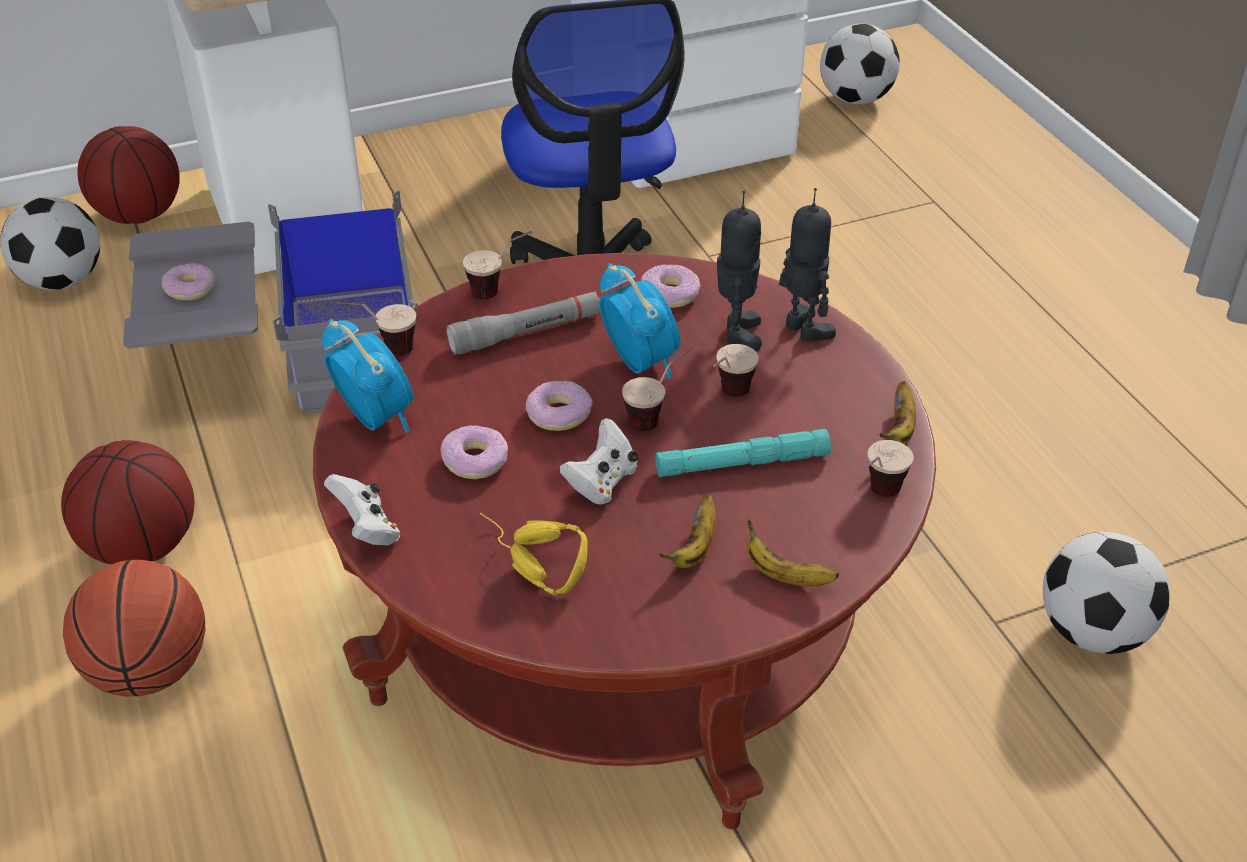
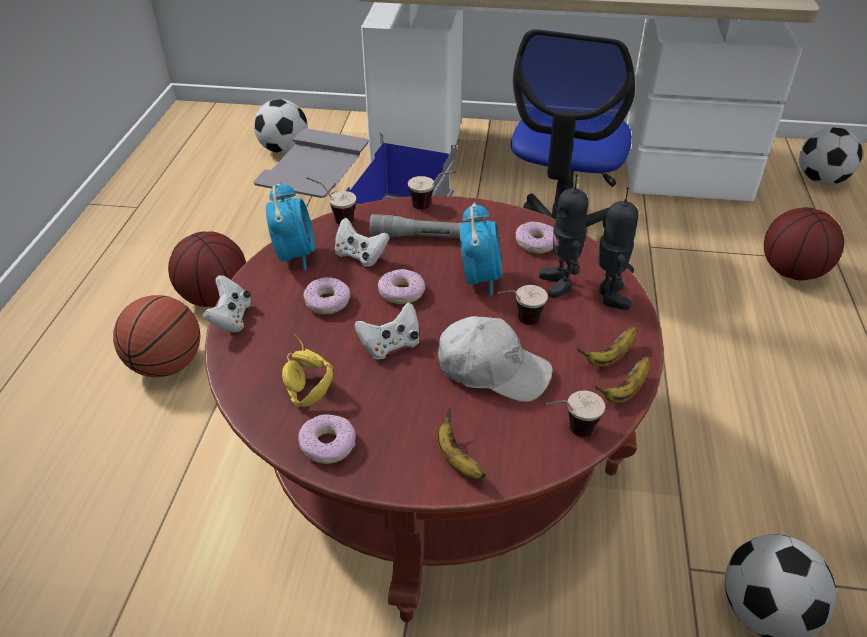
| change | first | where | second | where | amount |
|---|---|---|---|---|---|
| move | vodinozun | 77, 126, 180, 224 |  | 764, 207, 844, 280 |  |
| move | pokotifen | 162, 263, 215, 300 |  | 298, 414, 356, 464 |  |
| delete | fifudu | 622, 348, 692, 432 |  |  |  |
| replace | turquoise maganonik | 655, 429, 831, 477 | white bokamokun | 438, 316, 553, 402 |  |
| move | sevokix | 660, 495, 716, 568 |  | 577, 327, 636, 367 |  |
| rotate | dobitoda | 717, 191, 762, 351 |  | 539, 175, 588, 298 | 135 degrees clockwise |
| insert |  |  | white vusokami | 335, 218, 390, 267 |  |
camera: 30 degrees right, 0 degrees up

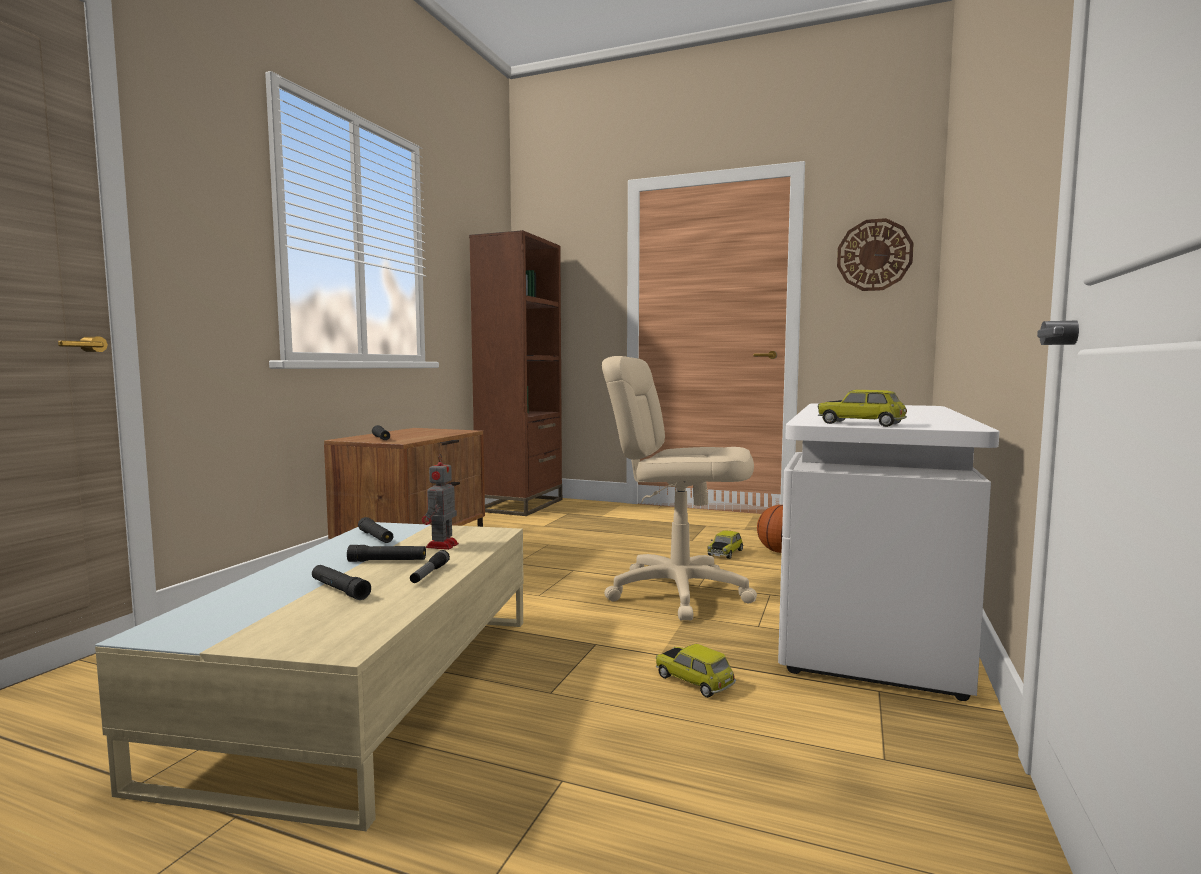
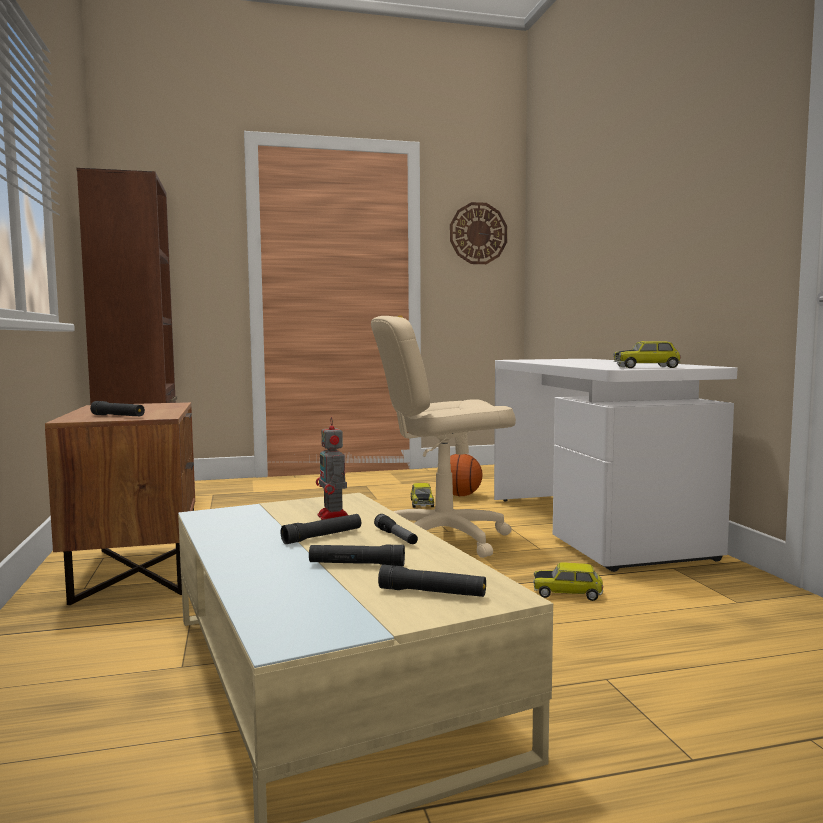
| change | first | where | second | where | amount |
|---|---|---|---|---|---|
| move | black maganonik | 358, 517, 393, 543 |  | 378, 565, 486, 597 |  |
camera: 35 degrees left, 0 degrees up

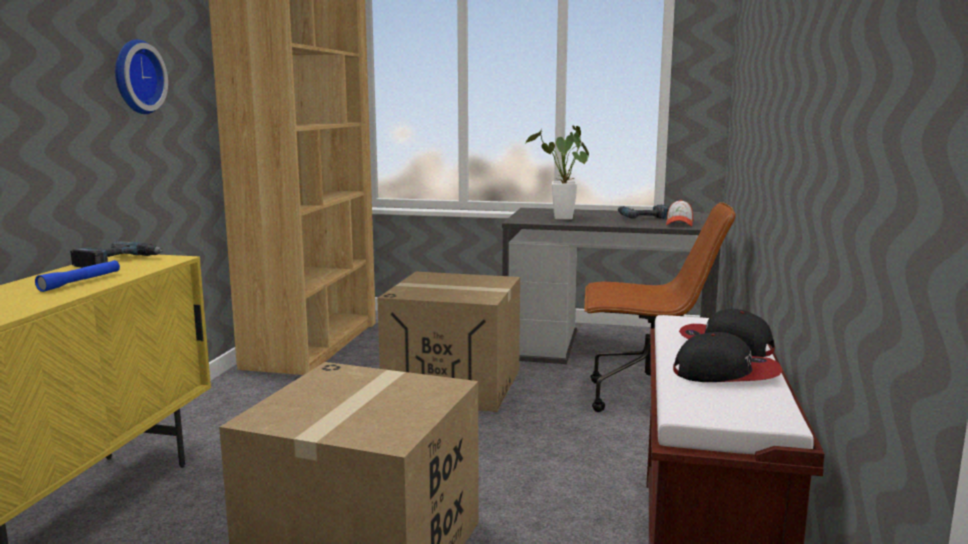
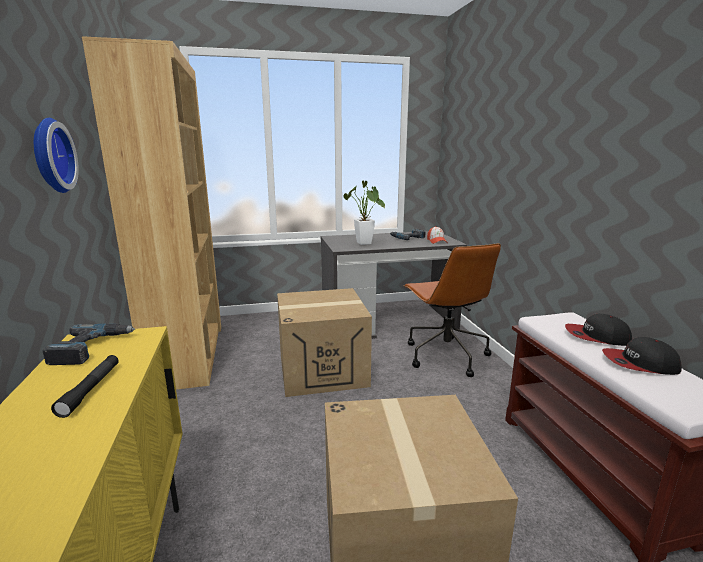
| change | first | where | second | where | amount |
|---|---|---|---|---|---|
| recolor | blue maganonik | 35, 260, 120, 292 | black maganonik | 51, 355, 119, 418 |  |
| rotate | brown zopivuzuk | 584, 202, 735, 412 |  | 403, 243, 501, 377 | 90 degrees clockwise |
| rotate | bokamokun | 673, 332, 783, 382 |  | 602, 337, 682, 375 | 150 degrees counterclockwise |
camera: 25 degrees left, 5 degrees up

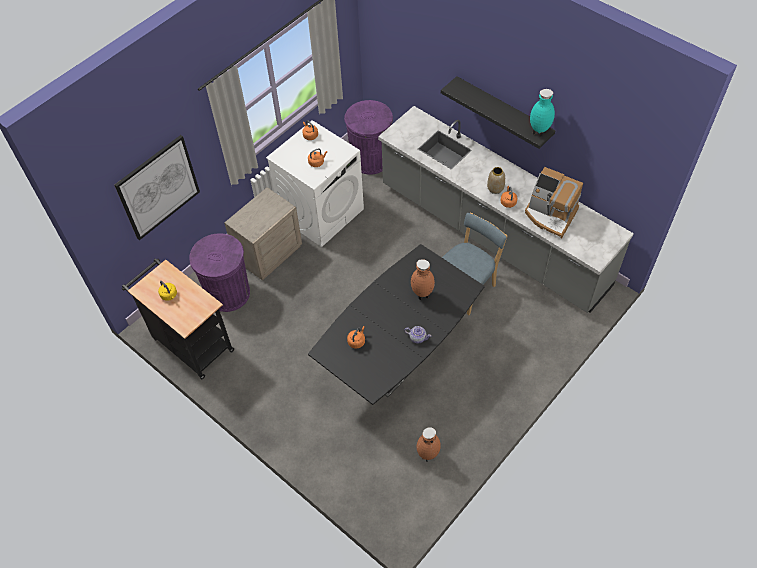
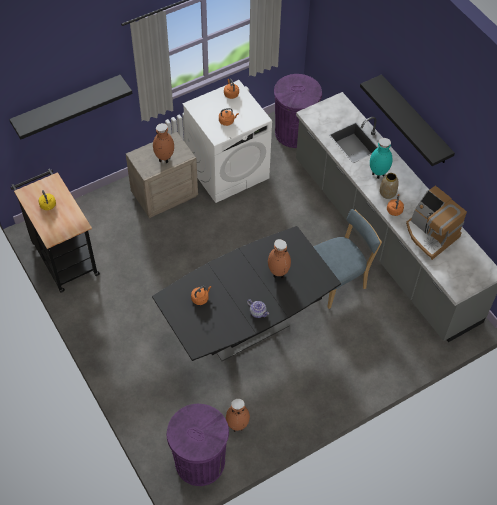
| change | first | where | second | where | amount |
|---|---|---|---|---|---|
| replace | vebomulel | 114, 135, 200, 240 | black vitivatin | 9, 75, 133, 139 |  |
| move | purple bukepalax | 189, 233, 250, 312 |  | 167, 404, 229, 486 |  |
| move | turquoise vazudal | 530, 89, 555, 137 |  | 370, 138, 393, 179 |  |
| insert |  |  | brown vazudal | 153, 123, 174, 163 |  |
camera: 15 degrees right, 0 degrees up

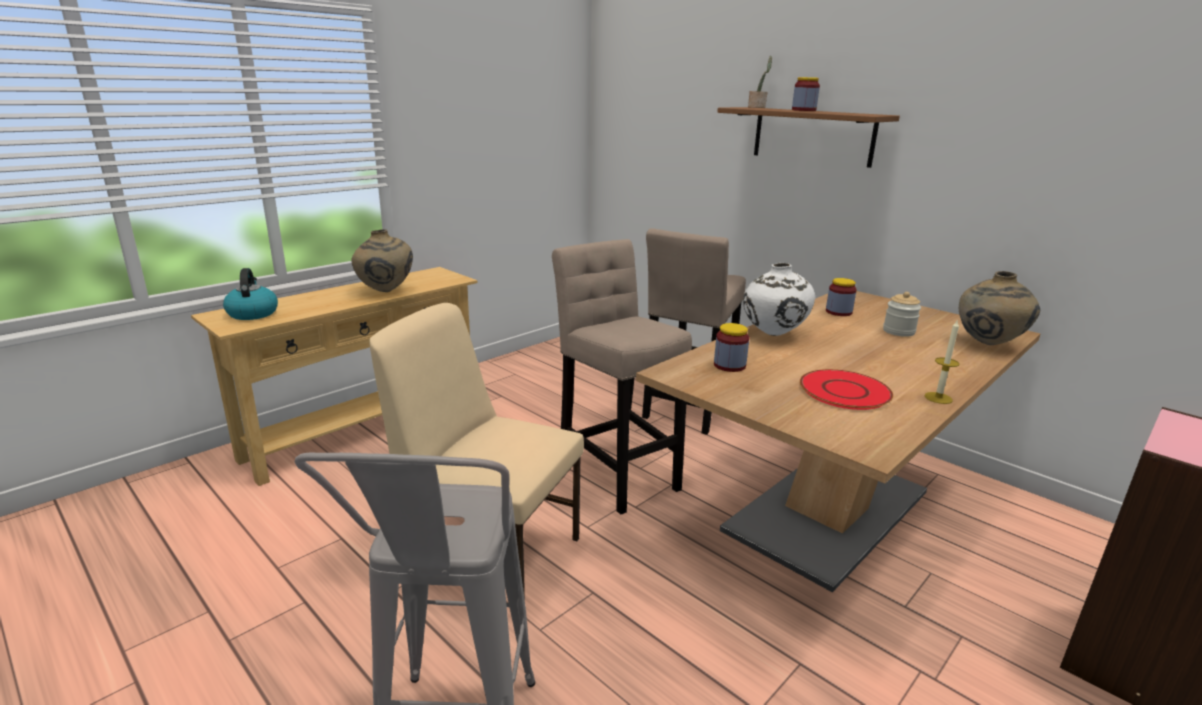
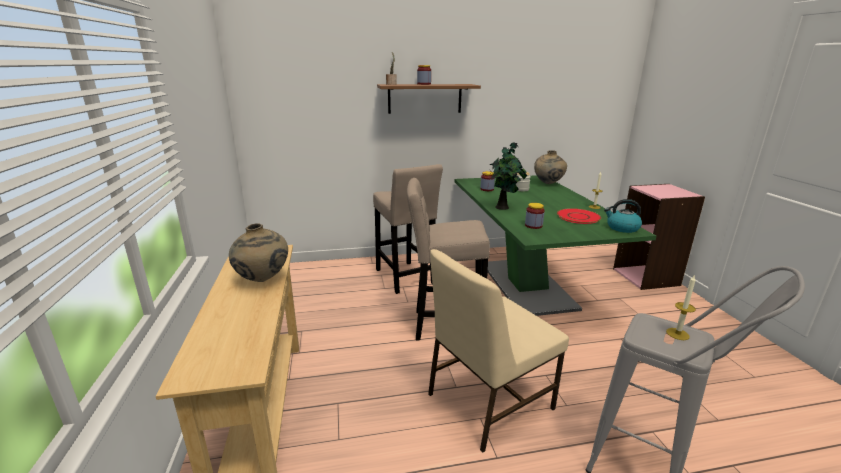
| change | first | where | second | where | amount |
|---|---|---|---|---|---|
| move | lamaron | 223, 268, 278, 320 |  | 604, 199, 642, 233 |  |
| recolor | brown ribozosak | 636, 291, 1040, 592 | green ribozosak | 455, 175, 656, 316 |  |
| replace | white vazudal | 743, 263, 815, 336 | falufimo | 489, 143, 527, 210 |  |
| insert |  |  | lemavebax | 666, 276, 696, 340 |  |
camera: 55 degrees left, 0 degrees up

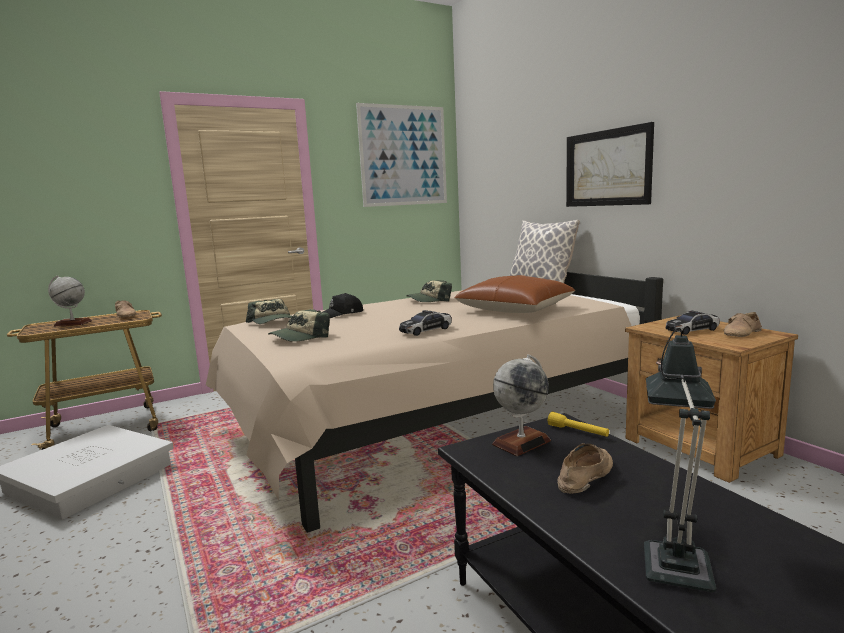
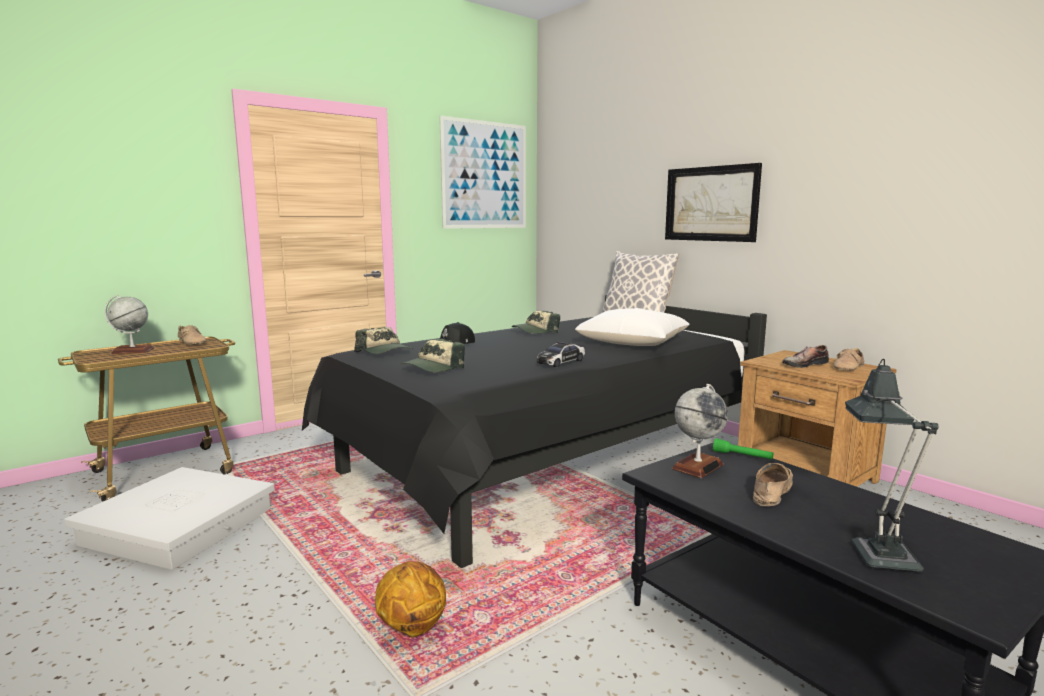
| change | first | where | second | where | amount |
|---|---|---|---|---|---|
| recolor | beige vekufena | 206, 272, 663, 533 | black vekufena | 302, 295, 767, 568 |  |
| recolor | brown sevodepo | 454, 275, 575, 313 | white sevodepo | 575, 308, 690, 346 |  |
| recolor | yellow maganonik | 548, 412, 609, 437 | green maganonik | 713, 438, 773, 459 |  |
| replace | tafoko | 666, 311, 720, 335 | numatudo | 782, 345, 829, 368 |  |
| insert |  |  | vodinozun | 375, 561, 446, 638 |  |
camera: 10 degrees left, 0 degrees up

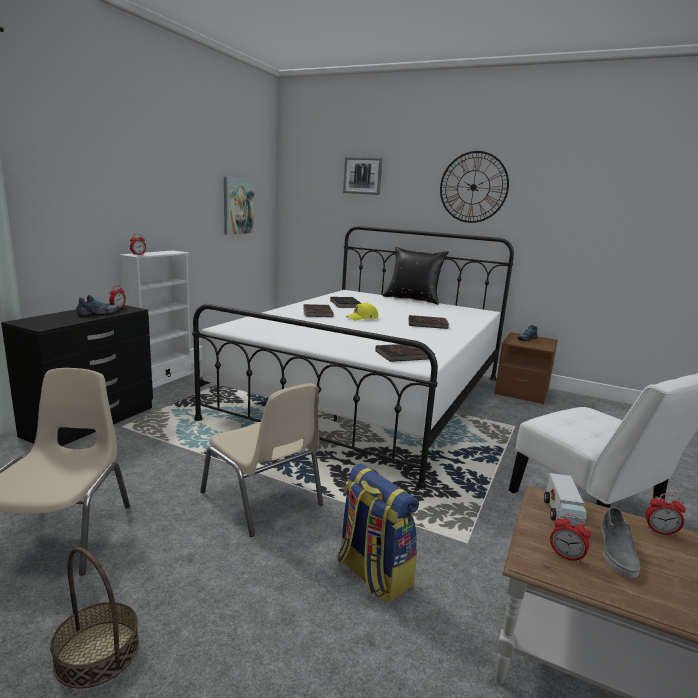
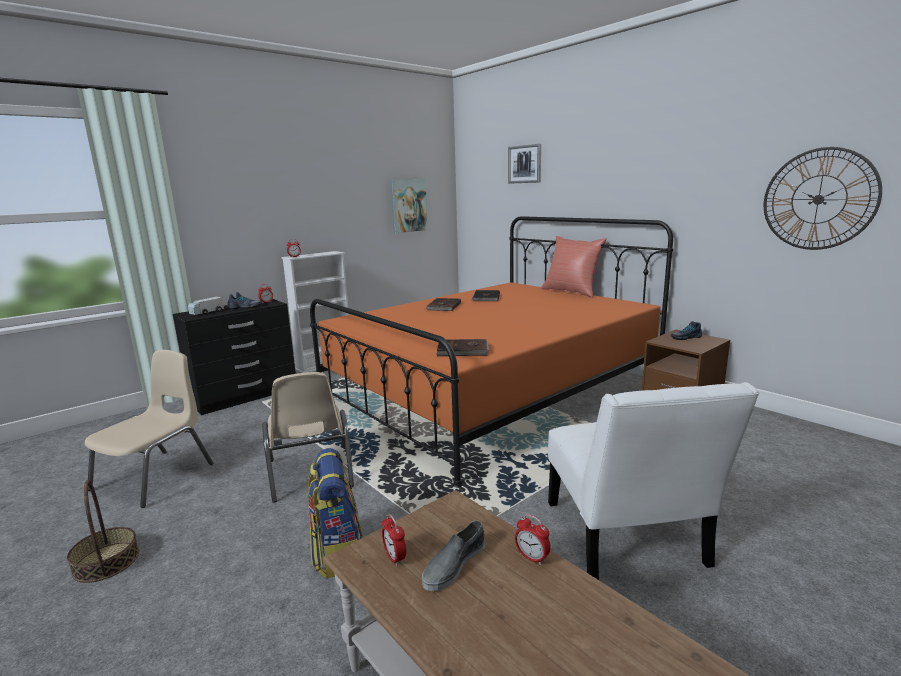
| change | first | where | second | where | amount |
|---|---|---|---|---|---|
| recolor | white vekufena | 192, 226, 514, 490 | orange vekufena | 310, 216, 673, 487 |  |
| delete | yellow bokamokun | 346, 303, 378, 321 |  |  |  |
| recolor | black sevodepo | 383, 247, 449, 305 | red sevodepo | 541, 236, 607, 298 |  |
| delete | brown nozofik | 408, 315, 449, 329 |  |  |  |
| move | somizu | 440, 151, 509, 223 |  | 764, 147, 882, 250 |  |
| move | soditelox | 544, 473, 586, 526 |  | 188, 297, 224, 315 |  |
camera: 25 degrees right, 0 degrees up

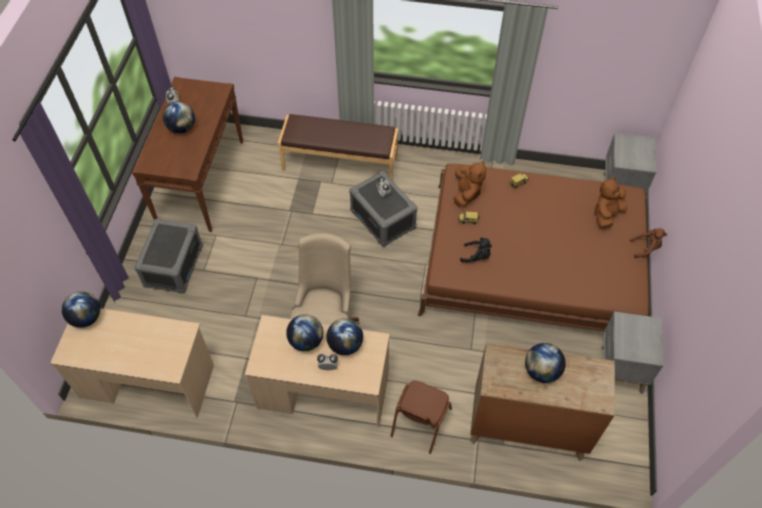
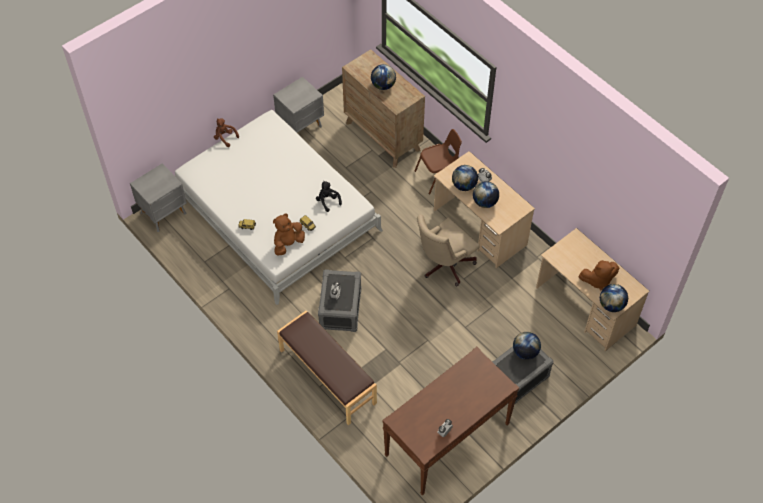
| change | first | where | second | where | amount |
|---|---|---|---|---|---|
| move | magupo | 163, 102, 195, 133 |  | 513, 332, 541, 360 |  |
| recolor | brown vekufena | 418, 164, 649, 331 | white vekufena | 175, 110, 383, 305 |  |
| move | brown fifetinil | 594, 177, 627, 228 |  | 578, 260, 619, 290 |  |
camera: 140 degrees left, 0 degrees up

